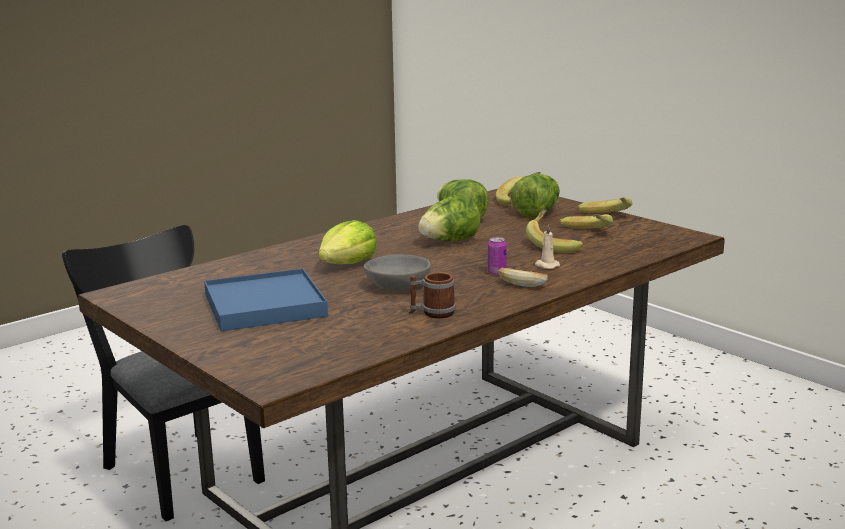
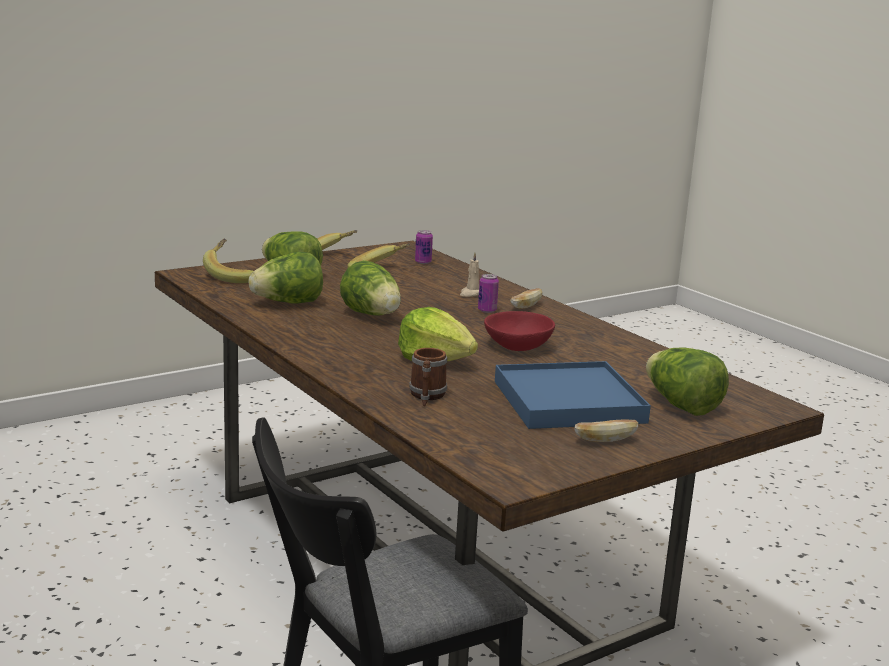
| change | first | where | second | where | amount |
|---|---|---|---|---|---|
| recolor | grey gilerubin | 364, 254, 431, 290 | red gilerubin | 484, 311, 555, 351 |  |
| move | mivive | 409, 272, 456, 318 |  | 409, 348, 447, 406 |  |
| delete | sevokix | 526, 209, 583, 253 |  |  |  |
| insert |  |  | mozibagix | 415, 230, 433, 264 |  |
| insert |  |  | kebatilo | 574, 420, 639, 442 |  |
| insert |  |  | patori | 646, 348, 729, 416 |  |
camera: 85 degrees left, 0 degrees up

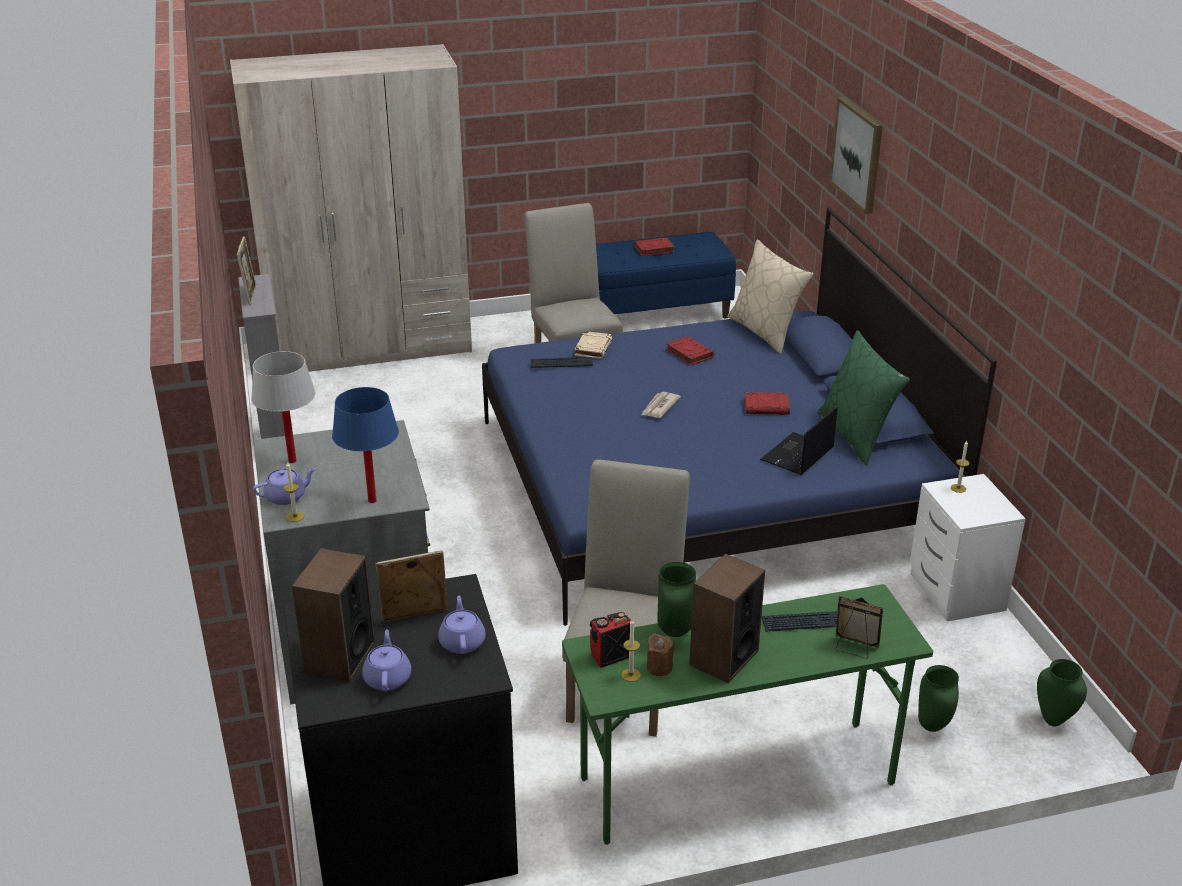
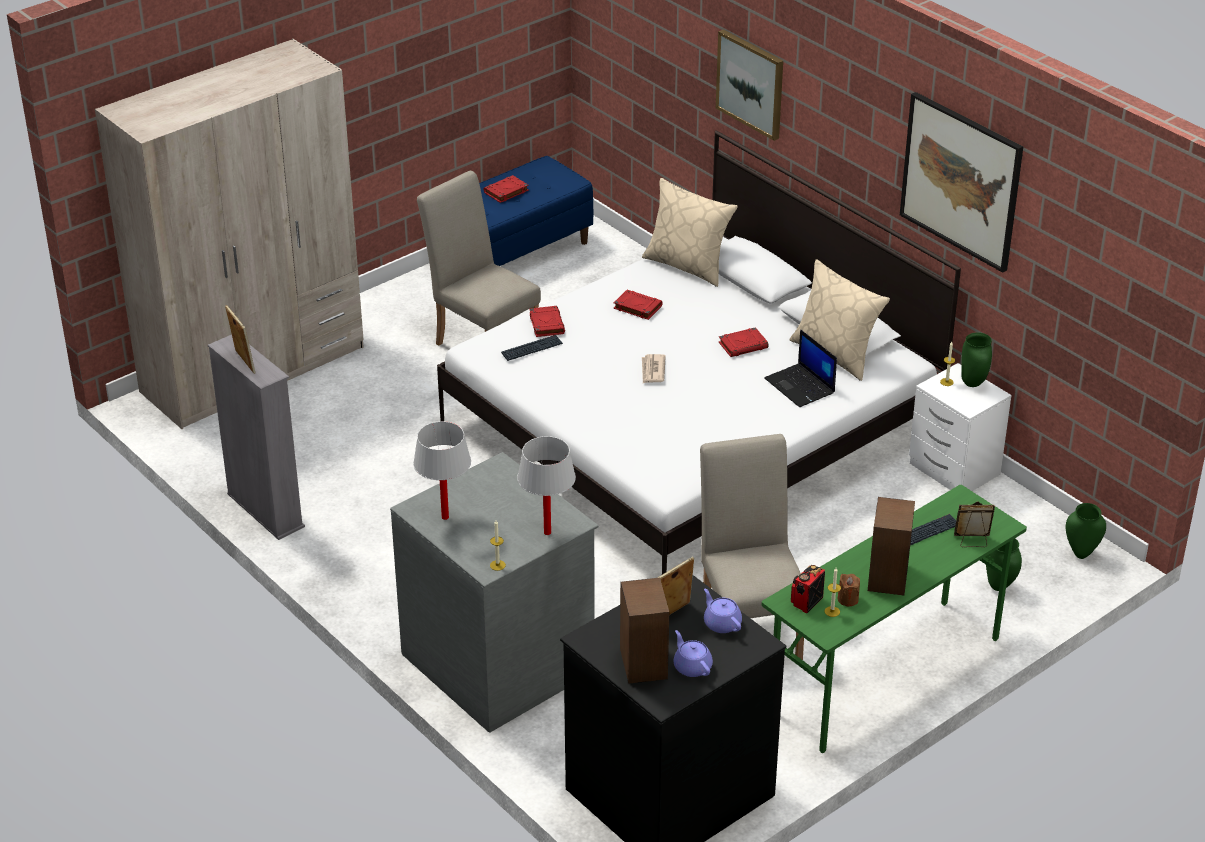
| change | first | where | second | where | amount |
|---|---|---|---|---|---|
| delete | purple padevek | 253, 468, 317, 505 |  |  |  |
| recolor | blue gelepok | 332, 387, 399, 503 | white gelepok | 517, 436, 576, 535 |  |
| recolor | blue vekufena | 482, 207, 997, 626 | white vekufena | 437, 130, 961, 575 |  |
| recolor | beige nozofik | 575, 331, 613, 359 | red nozofik | 529, 306, 565, 337 |  |
| move | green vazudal | 657, 562, 696, 637 |  | 961, 332, 992, 387 |  |
| rotate | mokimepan | 760, 407, 837, 475 |  | 764, 329, 837, 407 | 45 degrees counterclockwise |
| recolor | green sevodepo | 817, 330, 910, 466 | beige sevodepo | 789, 259, 890, 381 |  |
| insert |  |  | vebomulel | 900, 92, 1024, 273 |  |
camera: 25 degrees left, 5 degrees up

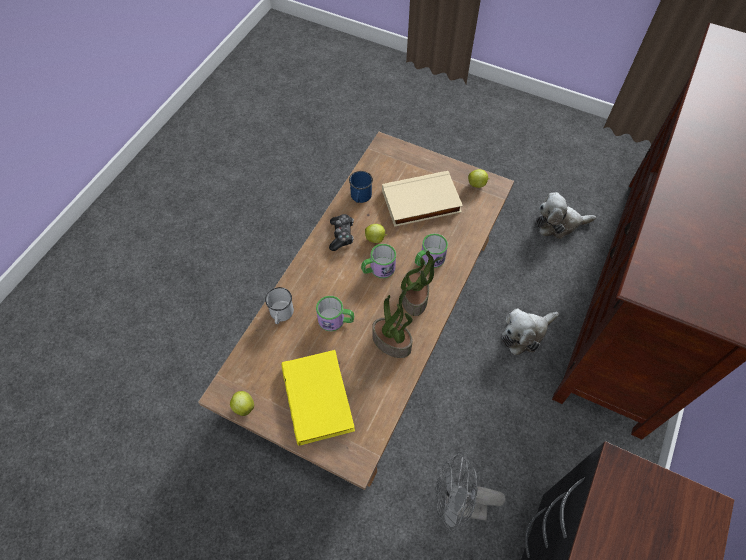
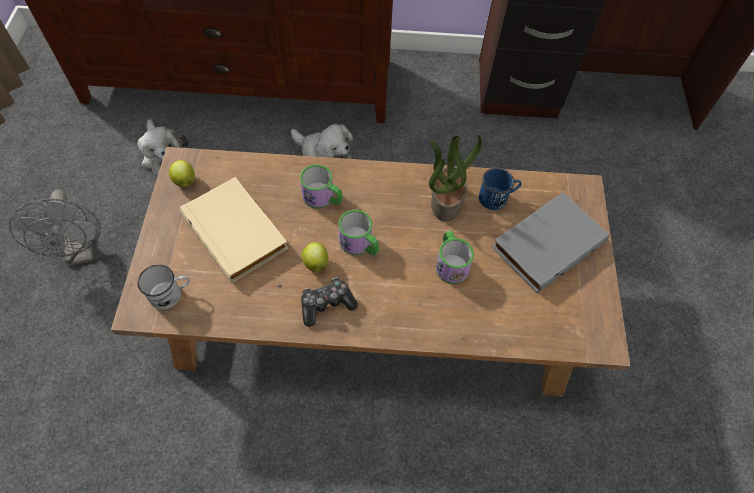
| change | first | where | second | where | amount |
|---|---|---|---|---|---|
| delete | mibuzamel | 230, 391, 254, 416 |  |  |  |
| move | white mivive | 265, 287, 294, 324 |  | 137, 265, 189, 310 |  |
| recolor | yellow nozofik | 281, 350, 355, 446 | grey nozofik | 492, 192, 610, 293 |  |
| move | blue mivive | 349, 171, 373, 203 |  | 479, 168, 521, 210 |  |
| delete | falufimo | 401, 251, 443, 316 |  |  |  |
| move | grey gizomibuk | 435, 452, 506, 533 |  | 9, 189, 101, 266 |  |
camera: 115 degrees left, 0 degrees up

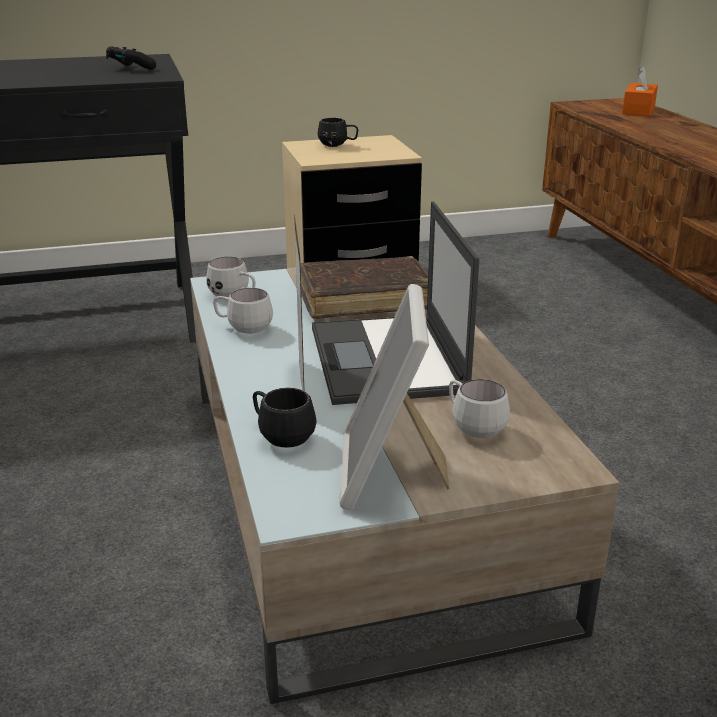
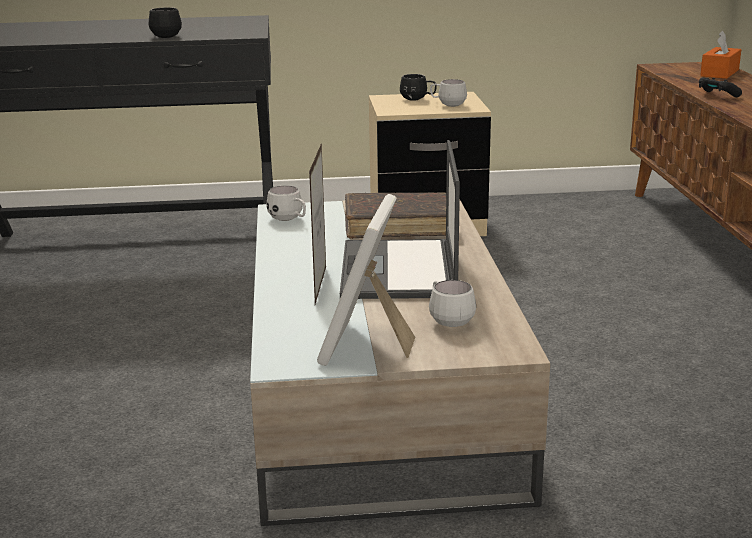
| change | first | where | second | where | amount |
|---|---|---|---|---|---|
| move | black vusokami | 106, 46, 156, 70 |  | 699, 77, 742, 97 |  |
| move | white mivive | 213, 288, 273, 334 |  | 430, 79, 467, 107 |  |
| move | black mivive | 253, 387, 317, 448 |  | 149, 7, 182, 38 |  |
camera: 10 degrees right, 5 degrees down

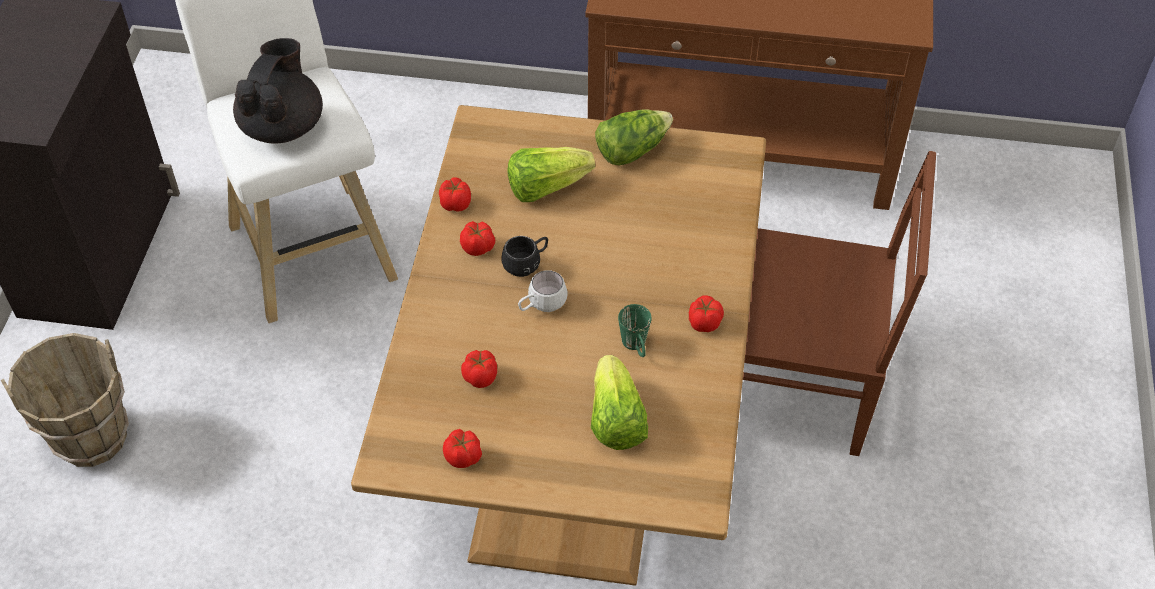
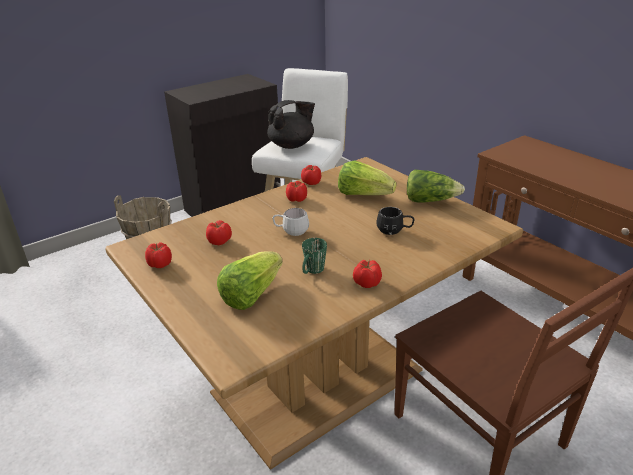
| change | first | where | second | where | amount |
|---|---|---|---|---|---|
| move | black mivive | 502, 236, 548, 277 |  | 376, 207, 415, 235 |  |
camera: 45 degrees right, 20 degrees down

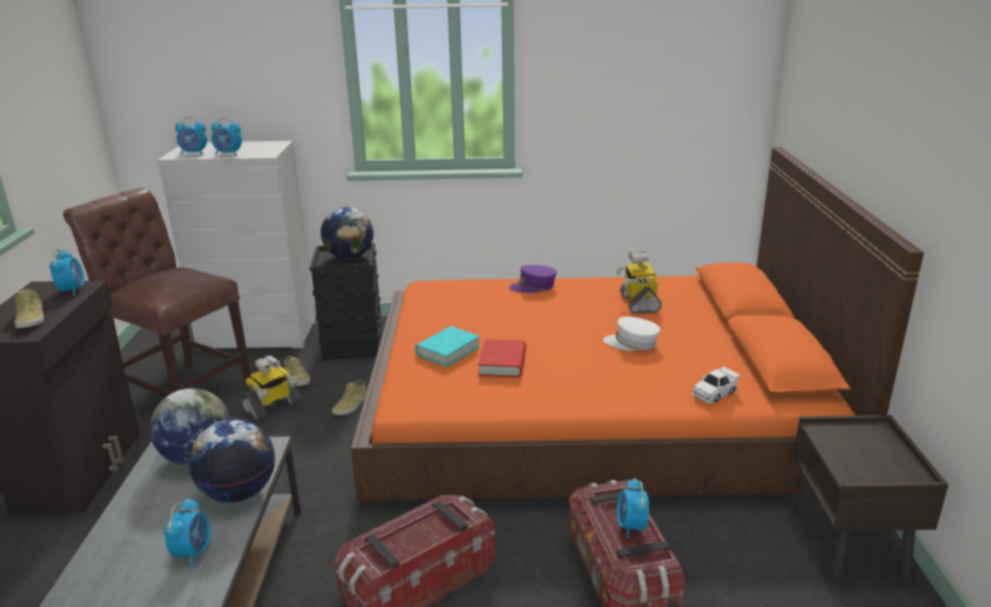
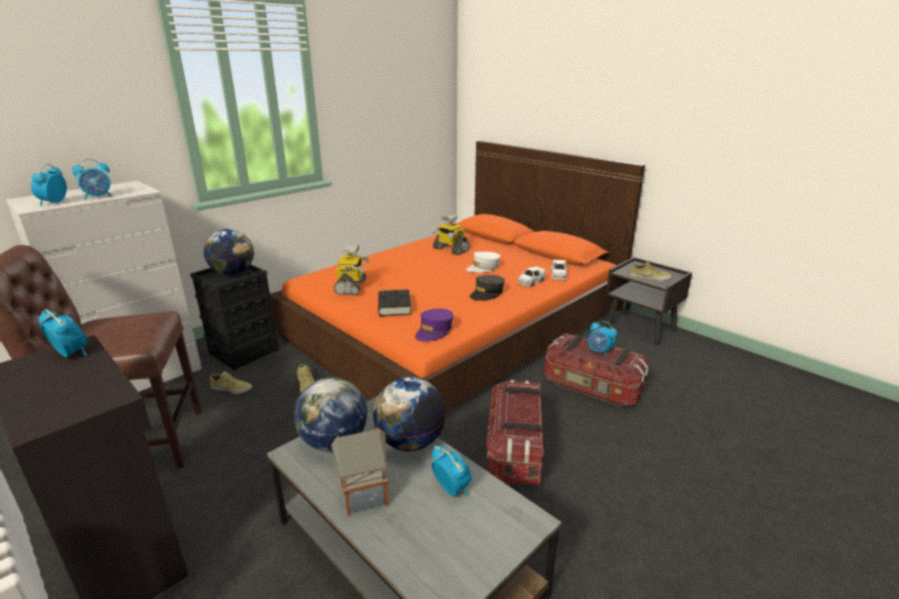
| change | first | where | second | where | amount |
|---|---|---|---|---|---|
| move | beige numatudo | 14, 289, 44, 328 |  | 630, 261, 672, 281 |  |
| rotate | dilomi | 175, 117, 207, 155 |  | 31, 164, 67, 206 | 135 degrees clockwise |
| move | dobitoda | 241, 356, 301, 421 |  | 334, 245, 369, 295 |  |
| recolor | turquoise nozofik | 415, 326, 480, 367 | black nozofik | 378, 289, 411, 316 |  |
| delete | red nozofik | 478, 339, 526, 378 |  |  |  |
| move | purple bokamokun | 509, 265, 557, 293 |  | 415, 309, 453, 342 |  |
| insert |  |  | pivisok | 331, 428, 389, 516 |  |
| insert |  |  | grey bokamokun | 470, 275, 505, 301 |  |
| insert |  |  | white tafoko | 517, 266, 546, 287 |  |
camera: 45 degrees left, 0 degrees up

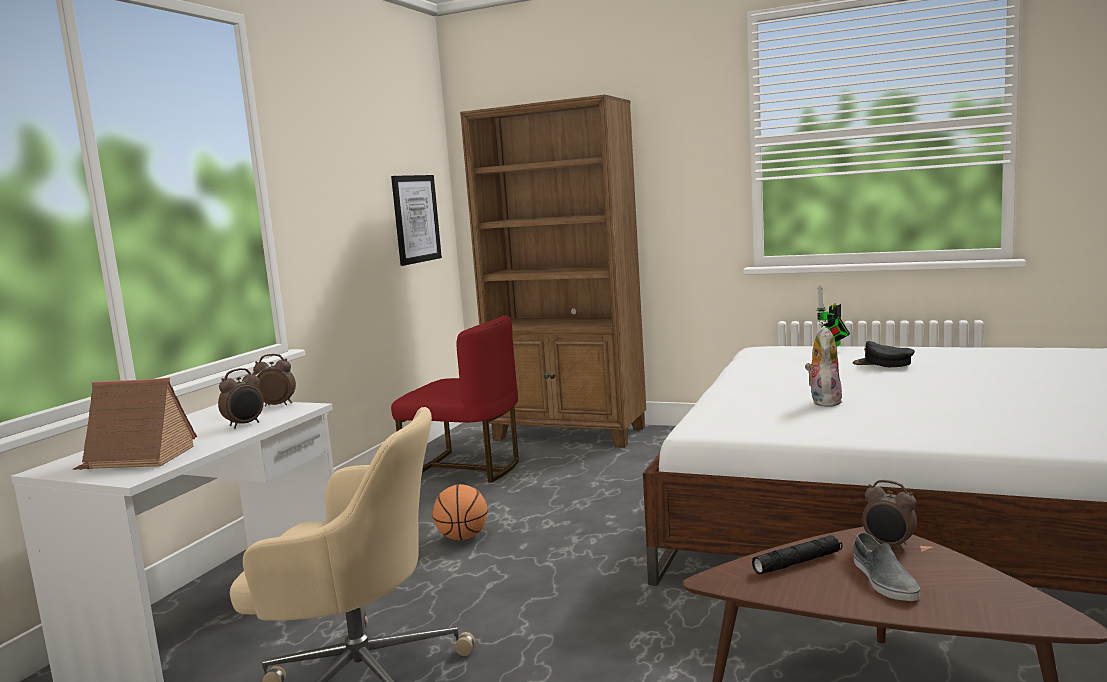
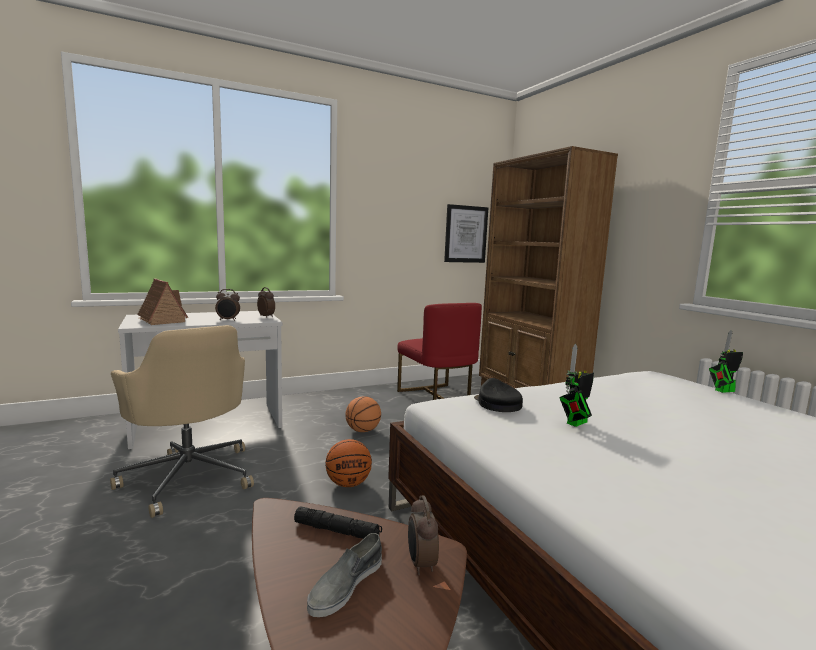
| change | first | where | second | where | amount |
|---|---|---|---|---|---|
| replace | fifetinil | 805, 326, 843, 407 | dobitoda | 559, 344, 594, 427 |  |
| move | black bokamokun | 853, 341, 915, 367 |  | 474, 378, 523, 412 |  |
| insert |  |  | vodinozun | 325, 439, 372, 487 |  |
camera: 40 degrees right, 0 degrees up

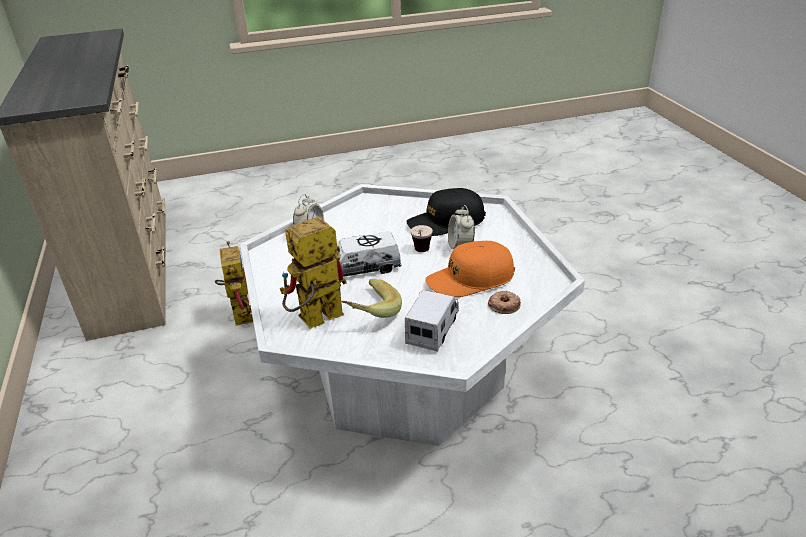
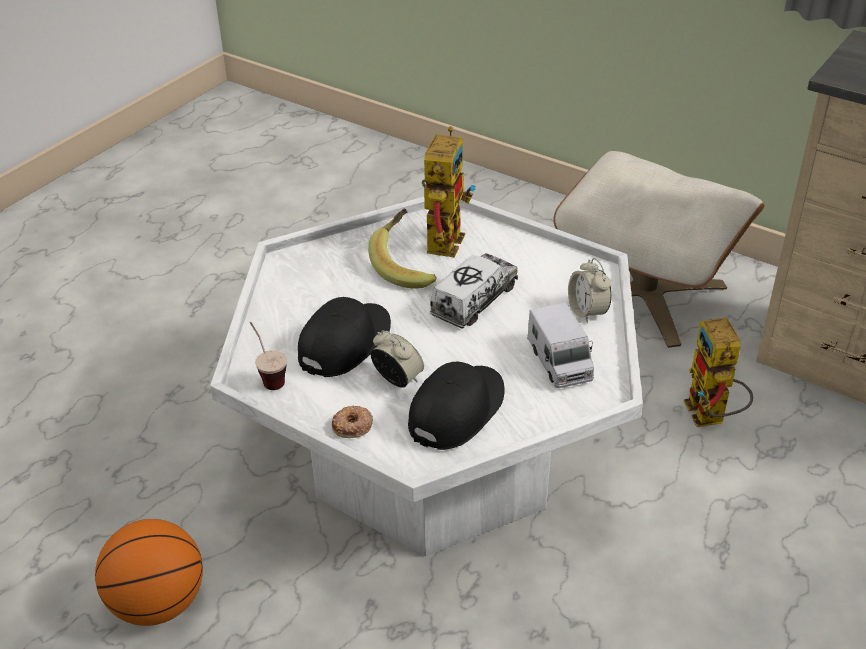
| change | first | where | second | where | amount |
|---|---|---|---|---|---|
| rotate | dobitoda | 215, 241, 253, 326 |  | 684, 317, 753, 427 | 45 degrees clockwise |
| move | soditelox | 405, 290, 459, 352 |  | 528, 303, 594, 388 |  |
| move | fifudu | 411, 225, 433, 252 |  | 250, 322, 287, 390 |  |
| recolor | orange bokamokun | 425, 241, 515, 297 | black bokamokun | 298, 297, 391, 377 |  |
| move | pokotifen | 488, 291, 521, 314 |  | 332, 406, 373, 438 |  |
| insert |  |  | vodinozun | 95, 519, 203, 626 |  |
| insert |  |  | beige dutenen | 553, 151, 765, 348 |  |
camera: 140 degrees right, 5 degrees up

